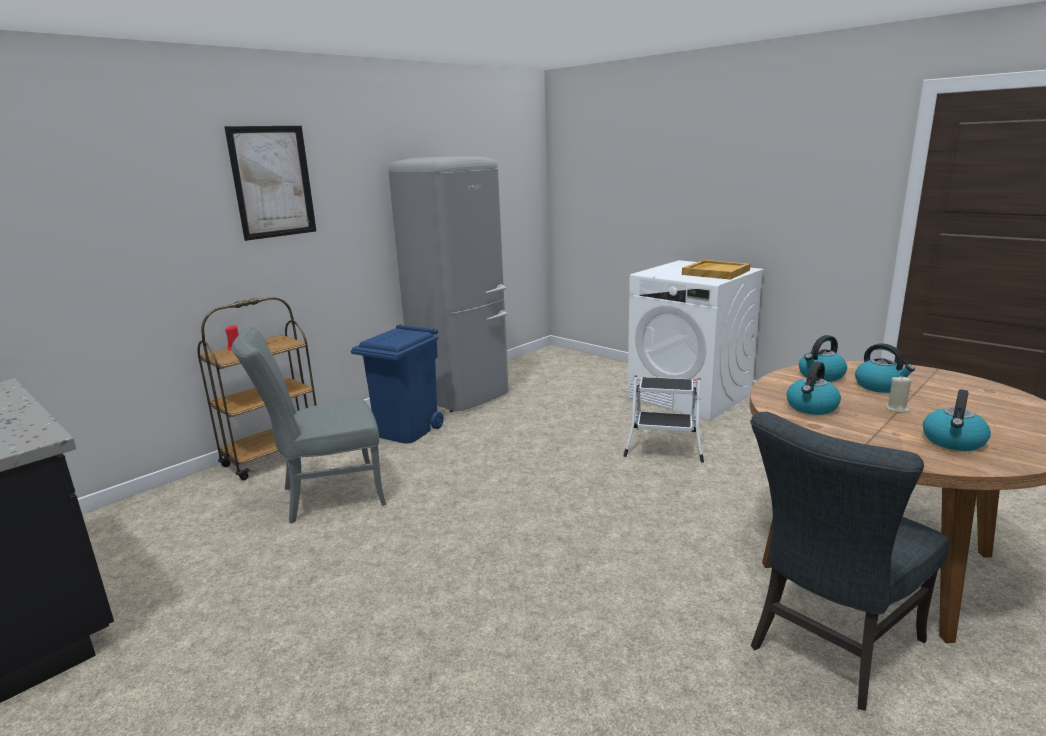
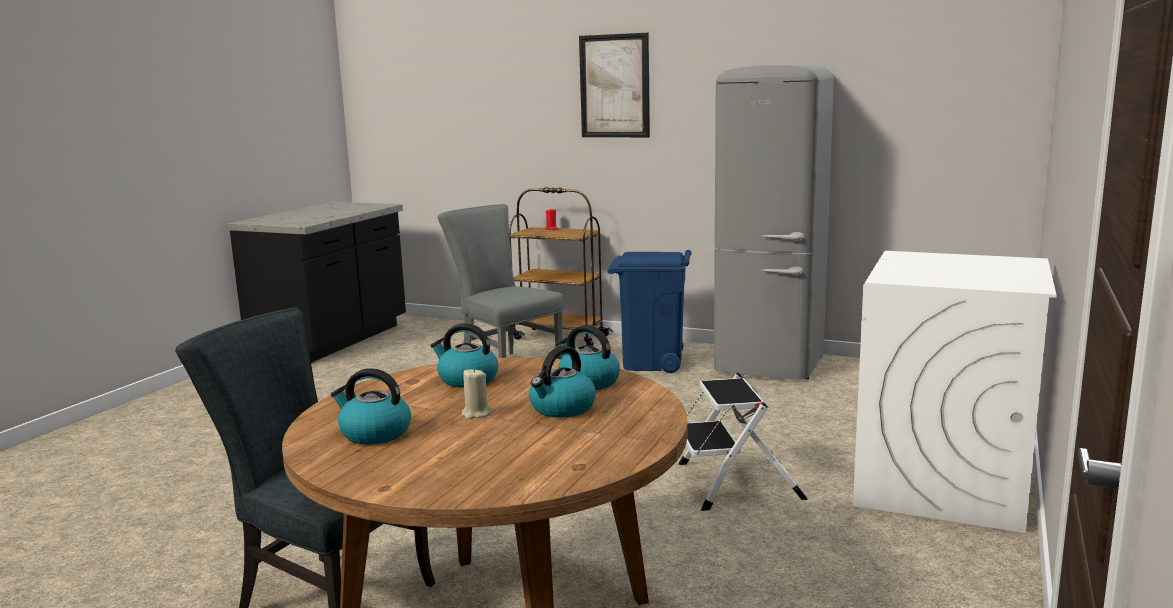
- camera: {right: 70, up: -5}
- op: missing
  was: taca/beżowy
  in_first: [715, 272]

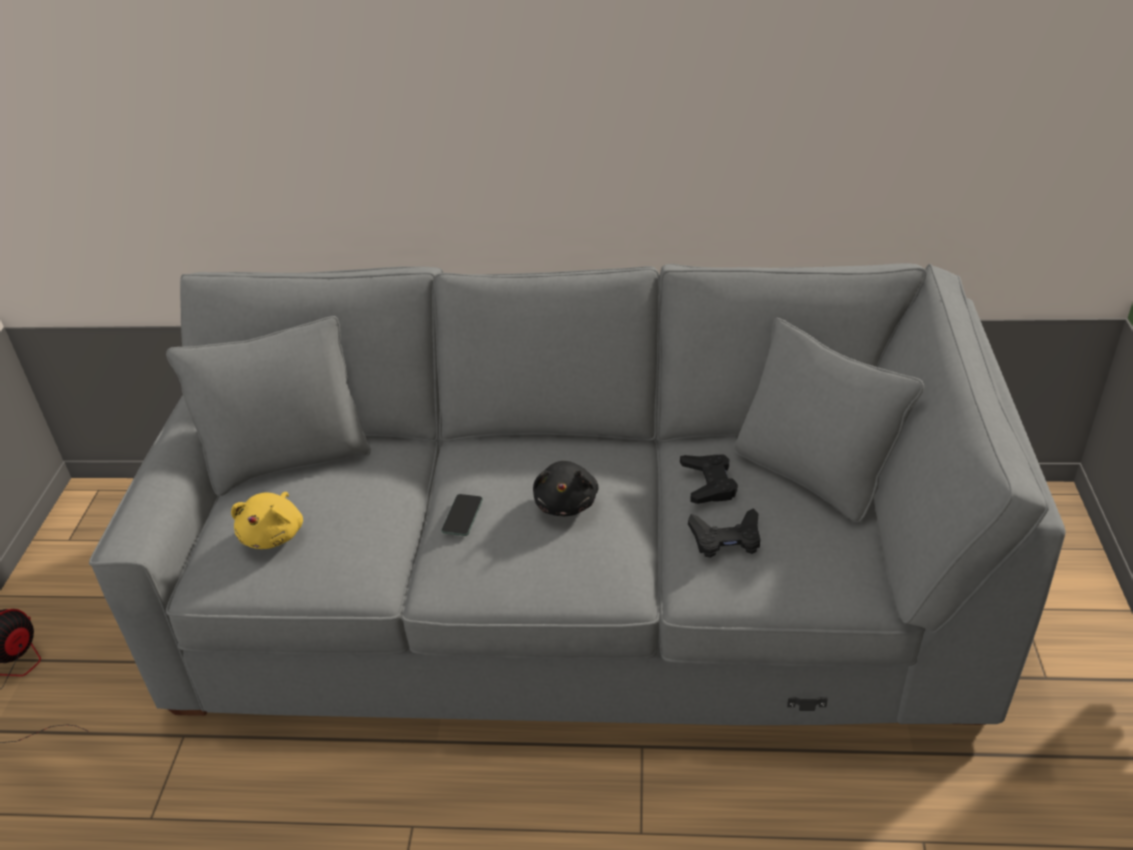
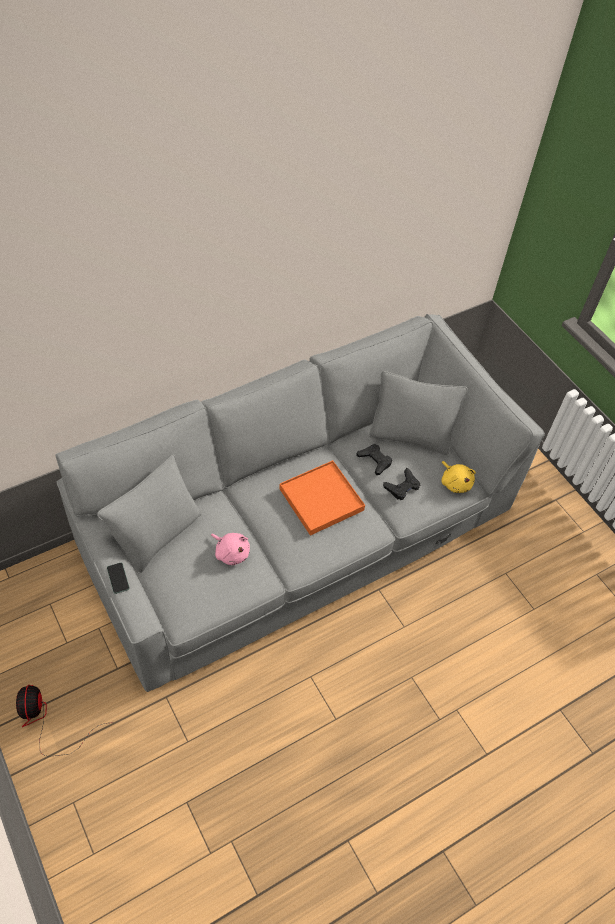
- camera: {right: -40, up: 15}
- op: relocated
  was: pluszak/żółty
  in_first: [274, 534]
  in_second: [455, 482]
- op: relocated
  was: telefon
  in_first: [462, 515]
  in_second: [118, 578]
- op: exchanged
  was: pluszak/czarny
  now: taca/pomarańczowy
  in_first: [566, 503]
  in_second: [321, 499]
- op: appeared
  now: pluszak/różowy
  in_second: [231, 552]

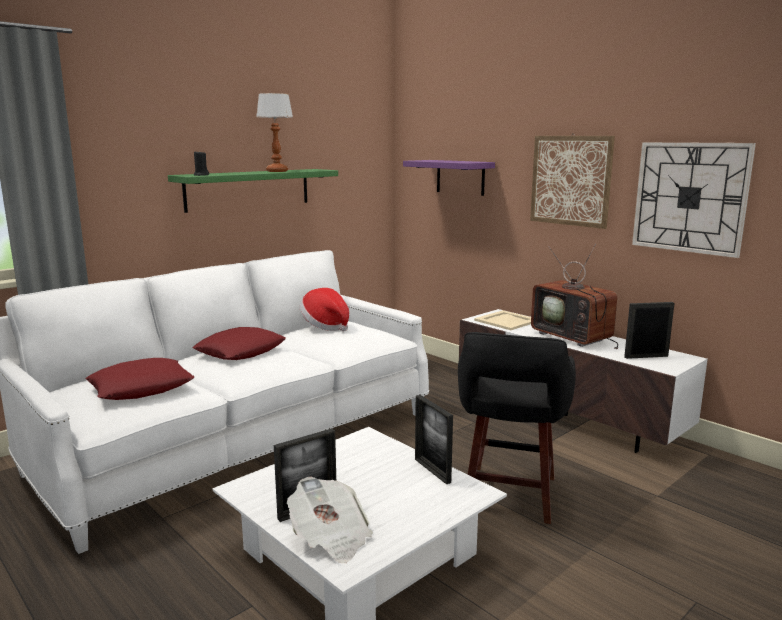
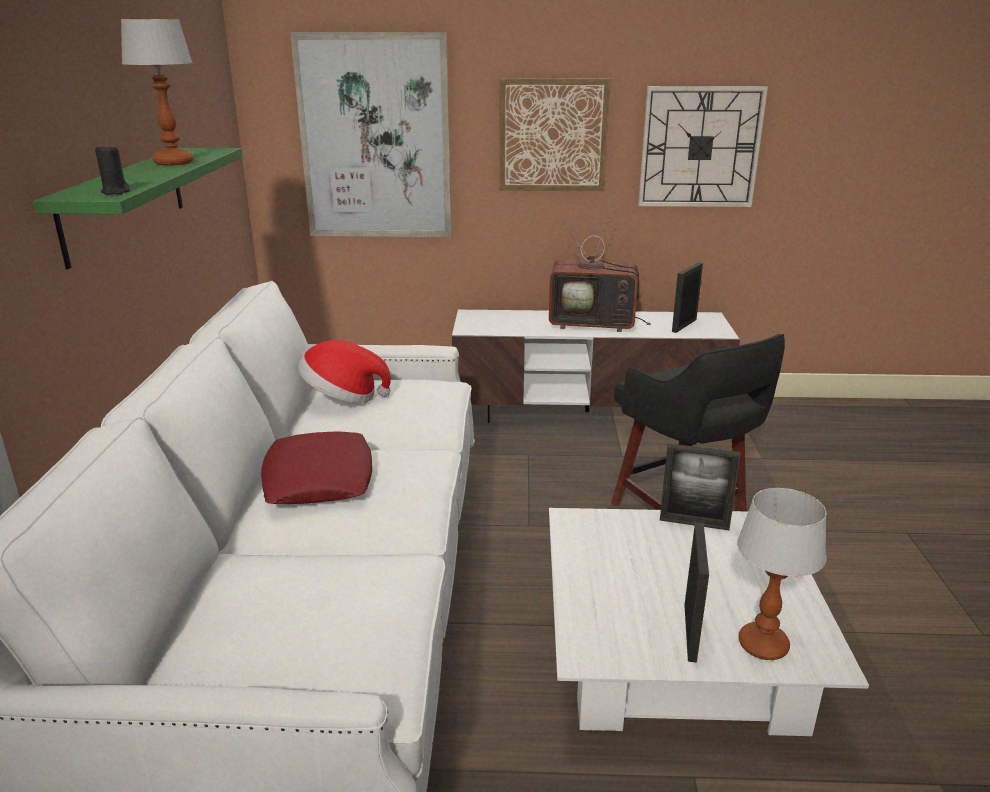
- camera: {right: -45, up: 10}
- op: missing
  was: poduszka/czerwony
  in_first: [141, 387]
- op: exchanged
  was: gazeta
  now: lampa stołowa
  in_first: [330, 538]
  in_second: [763, 645]
- op: exchanged
  was: półka/fioletowy
  now: obraz
  in_first: [460, 177]
  in_second: [375, 139]
- op: missing
  was: taca/beżowy
  in_first: [506, 321]

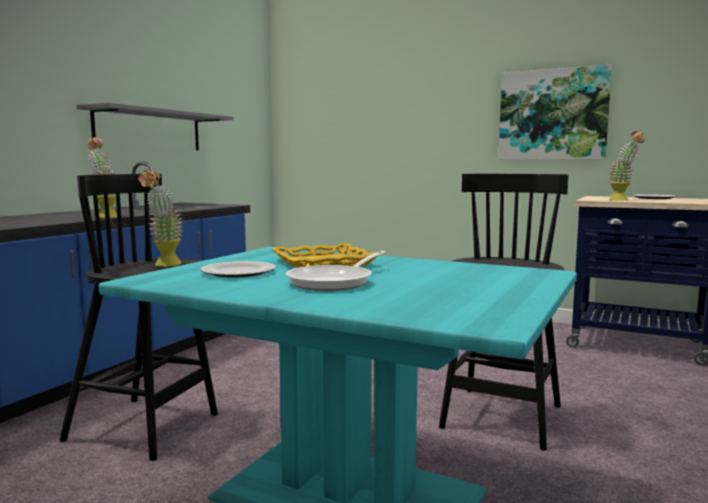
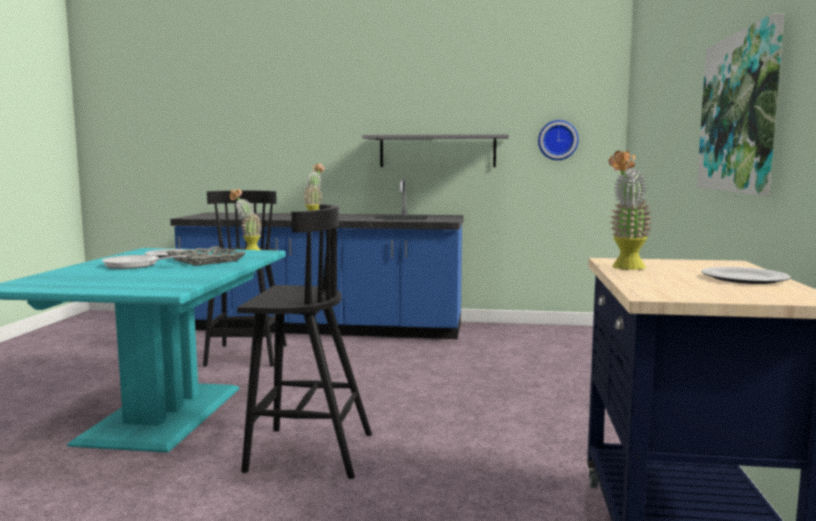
- camera: {right: 70, up: 0}
- op: colour
  was: taca/żółty
  now: taca/szary
  in_first: [323, 263]
  in_second: [205, 260]
- op: appeared
  now: zegar ścienny
  in_second: [557, 140]

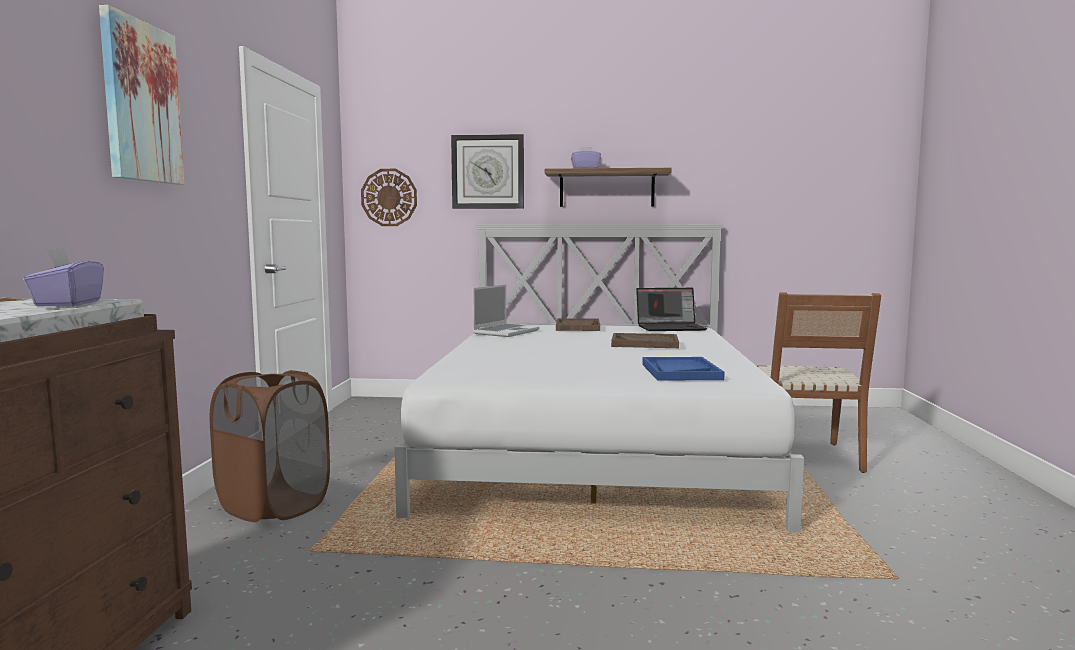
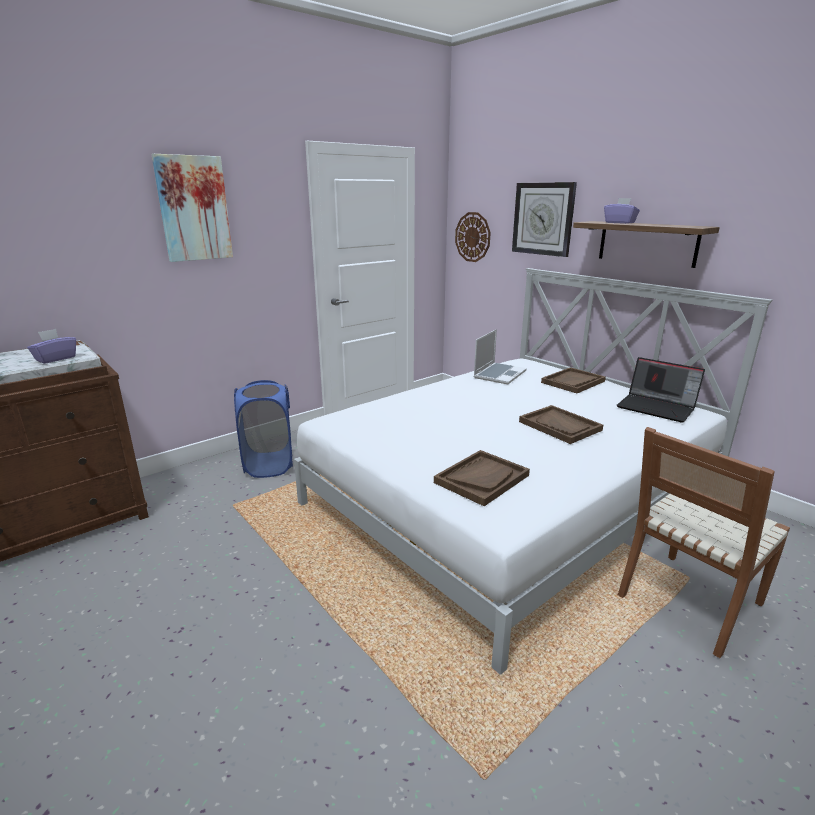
- camera: {right: 45, up: 15}
- op: colour
  was: kosz na pranie/brązowy
  now: kosz na pranie/niebieski
  in_first: [274, 506]
  in_second: [269, 465]
- op: spun
  was: laptop
  in_first: [506, 332]
  in_second: [499, 374]
  clockwise: -45
- op: colour
  was: taca/niebieski
  now: taca/brązowy
  in_first: [680, 371]
  in_second: [481, 479]

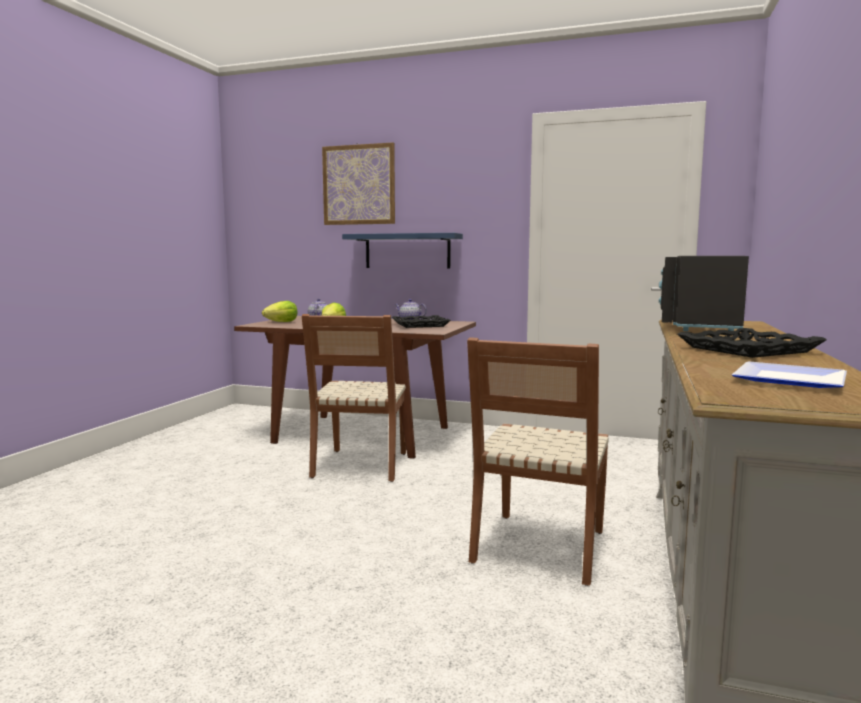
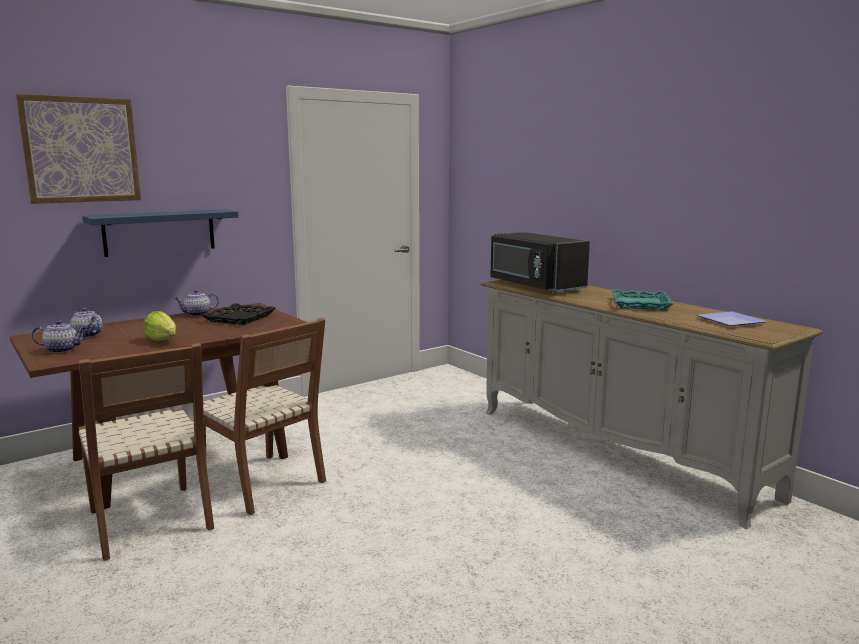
- camera: {right: -55, up: 5}
- op: exchanged
  was: sałata
  now: imbryk
  in_first: [281, 322]
  in_second: [62, 350]
- op: relocated
  was: krzesło
  in_first: [538, 550]
  in_second: [150, 524]
- op: colour
  was: taca/czarny
  now: taca/turkusowy
  in_first: [747, 349]
  in_second: [639, 304]

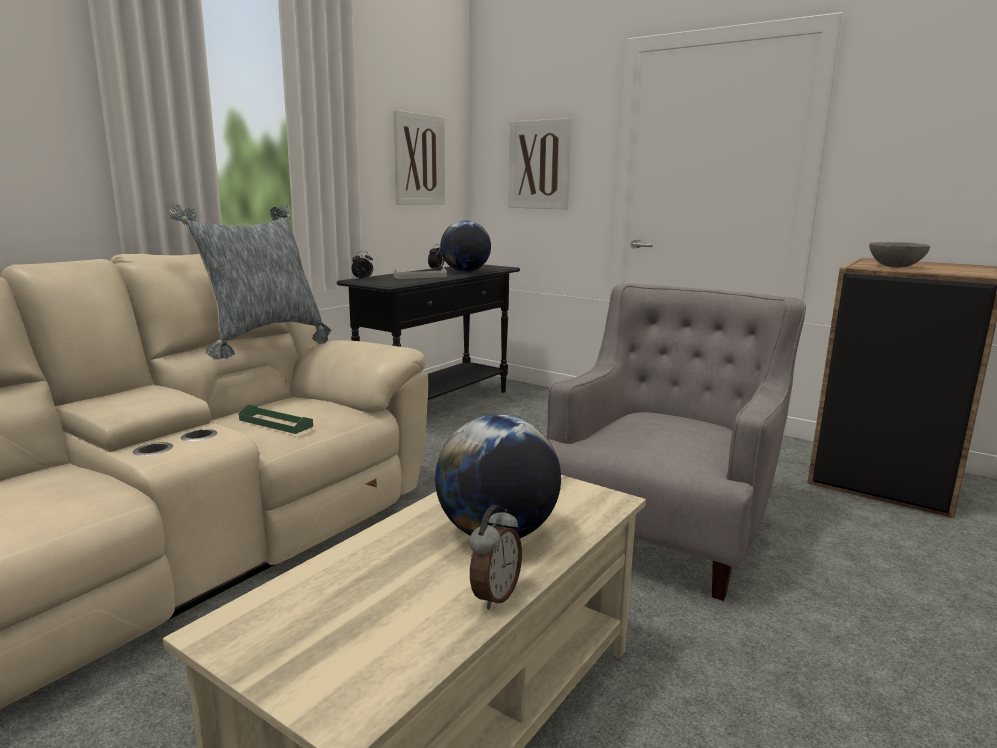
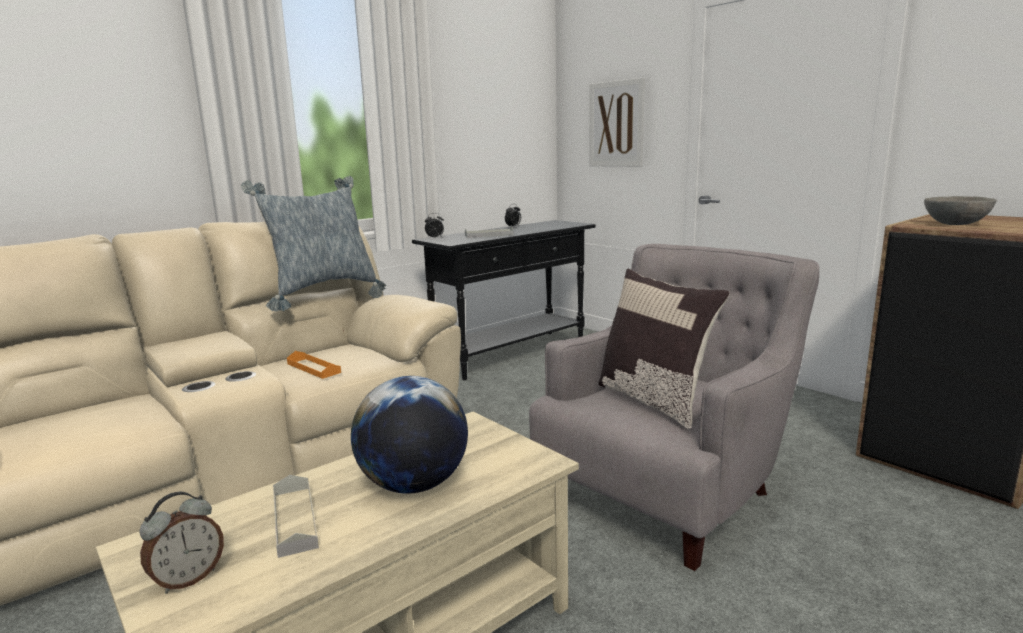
- camera: {right: 15, up: 0}
- op: colour
  was: taca/zielony
  now: taca/pomarańczowy
  in_first: [275, 423]
  in_second: [313, 368]
- op: missing
  was: obraz
  in_first: [419, 159]
- op: missing
  was: globus
  in_first: [465, 271]
- op: relocated
  was: budzik
  in_first: [494, 595]
  in_second: [188, 579]
- op: appeared
  now: taca/szary
  in_second: [295, 519]
- op: appeared
  now: poduszka
  in_second: [654, 401]

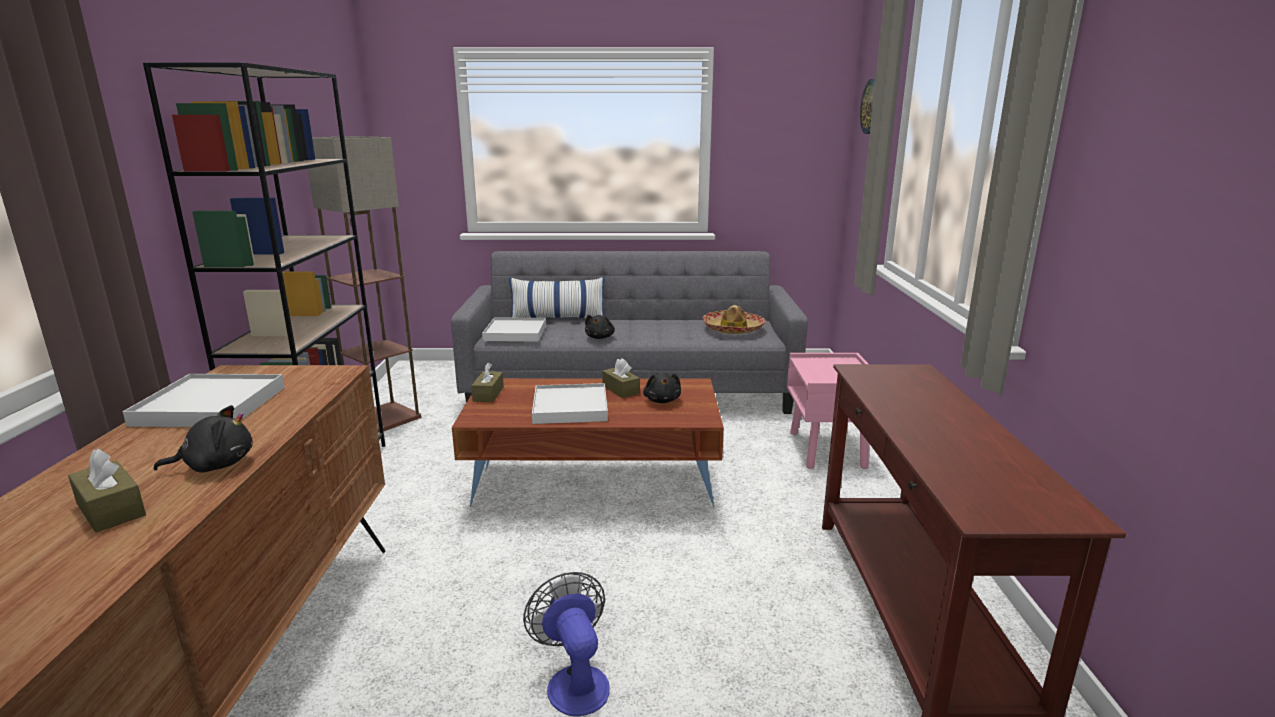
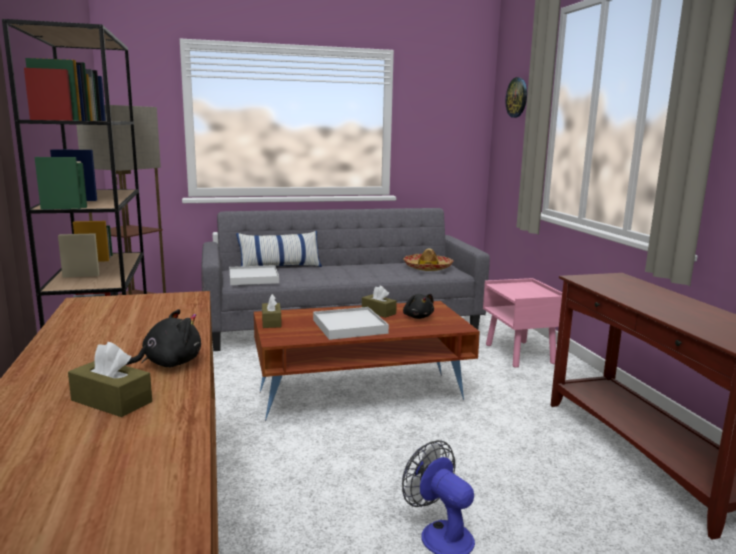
- camera: {right: -15, up: -5}
- op: missing
  was: taca/biały
  in_first: [210, 406]
- op: missing
  was: pluszak/czarny
  in_first: [600, 337]

